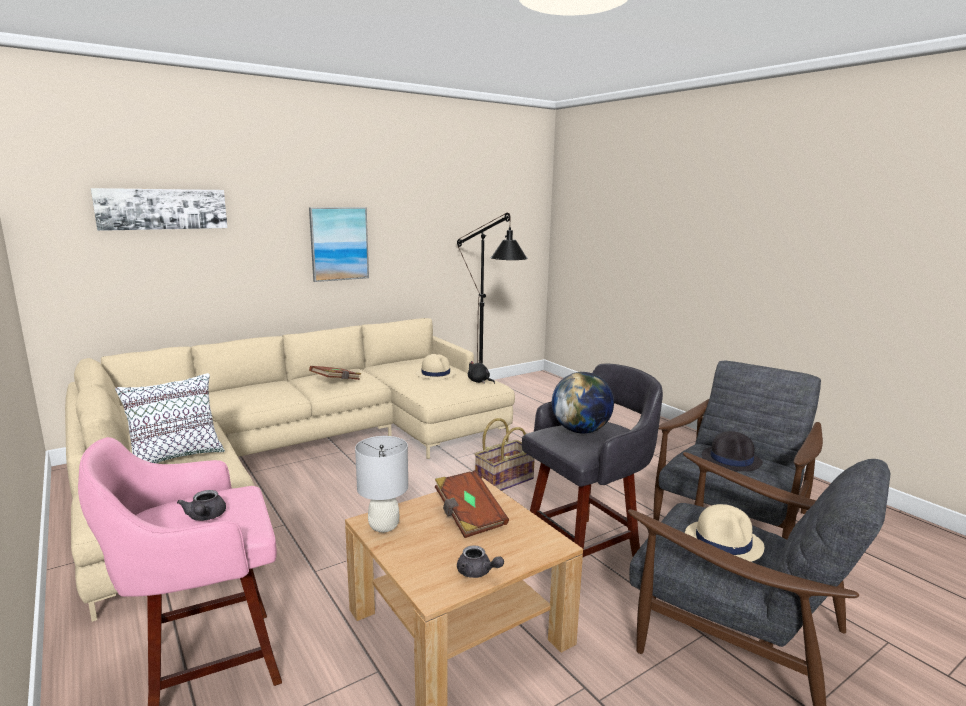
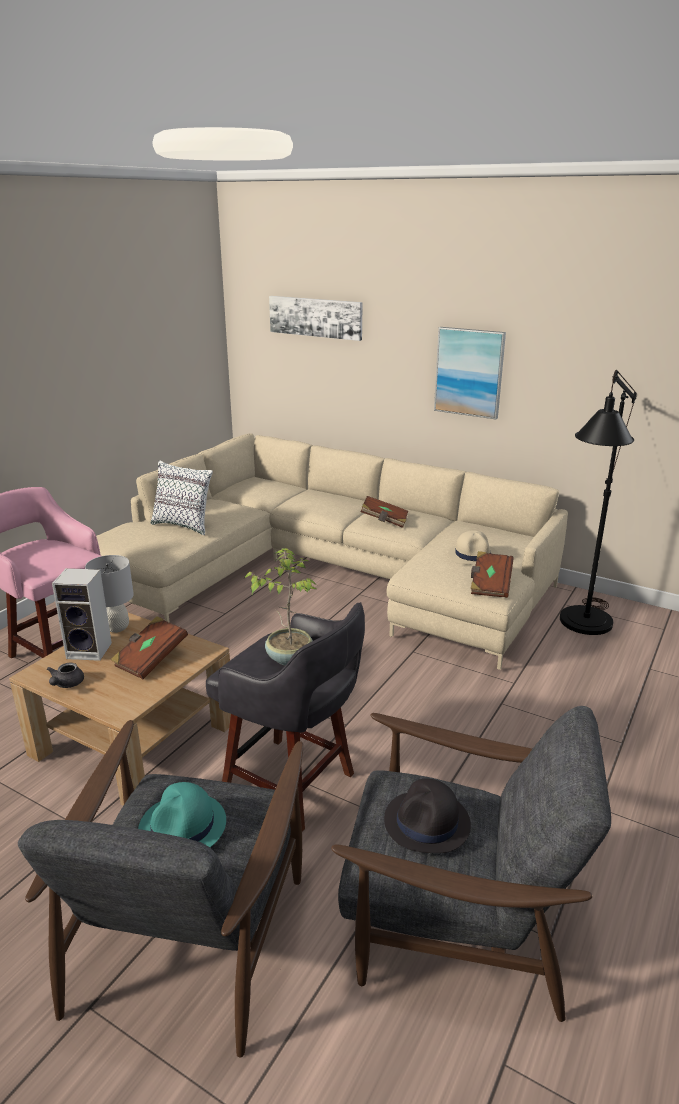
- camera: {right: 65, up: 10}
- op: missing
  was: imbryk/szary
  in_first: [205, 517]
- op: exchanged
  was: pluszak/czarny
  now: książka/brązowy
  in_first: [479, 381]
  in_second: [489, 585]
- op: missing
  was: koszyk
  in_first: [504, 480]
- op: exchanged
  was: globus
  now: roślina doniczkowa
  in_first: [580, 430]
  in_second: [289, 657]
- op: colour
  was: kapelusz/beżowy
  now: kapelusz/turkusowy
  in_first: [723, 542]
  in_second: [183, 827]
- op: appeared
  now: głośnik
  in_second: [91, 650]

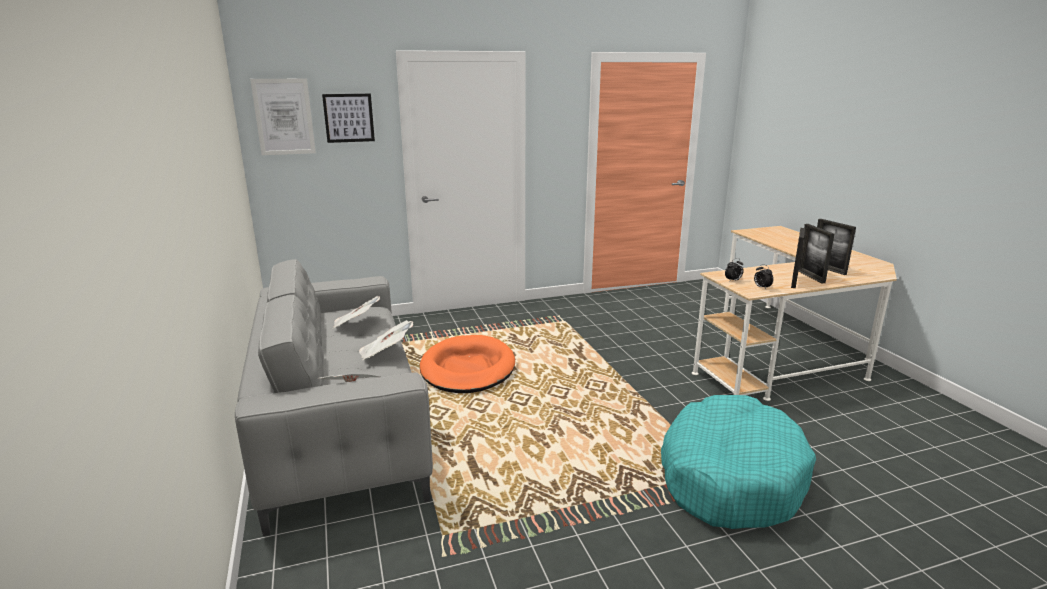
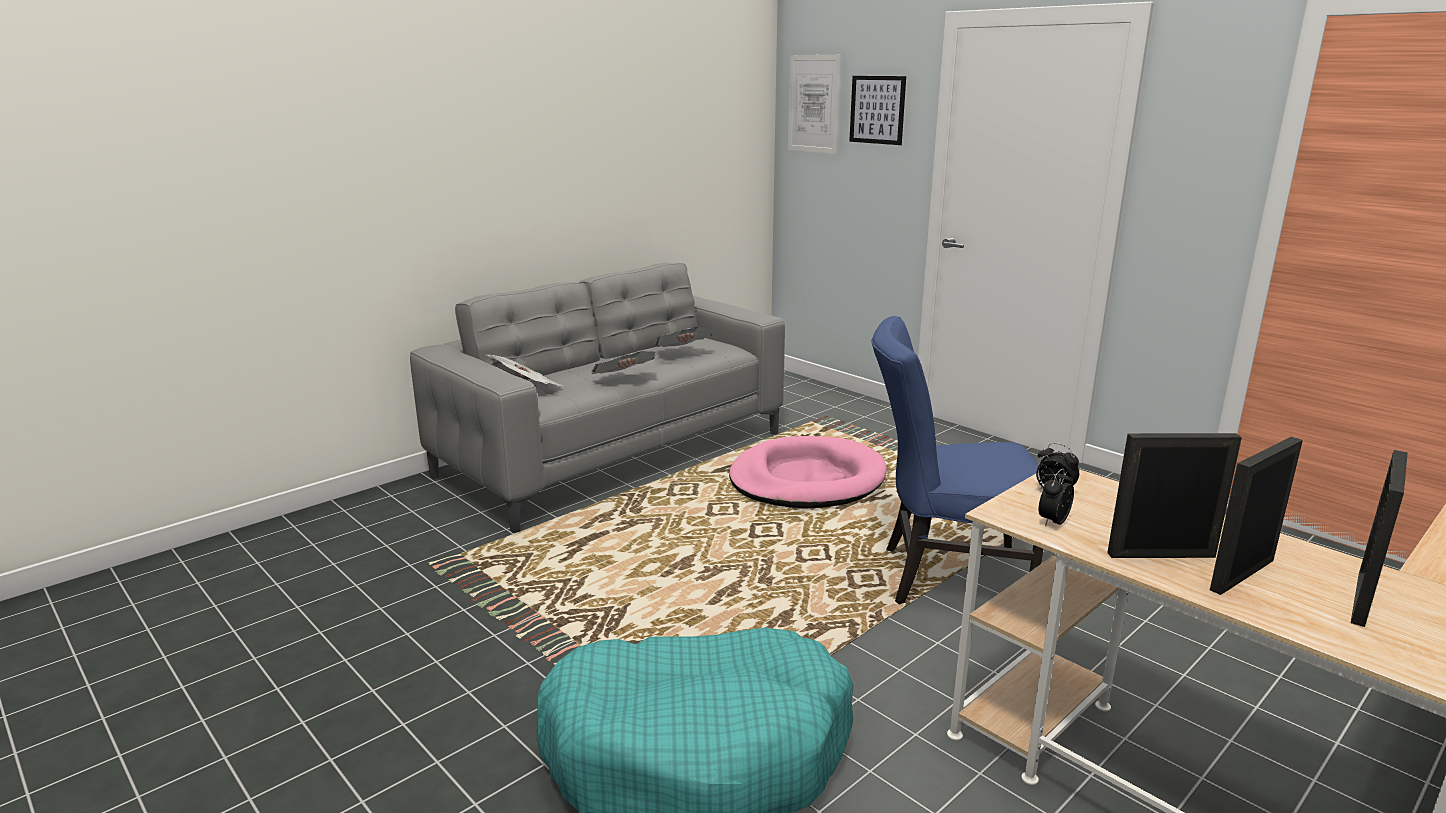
- camera: {right: 65, up: 0}
- op: colour
  was: legowisko/pomarańczowy
  now: legowisko/różowy
  in_first: [467, 369]
  in_second: [807, 480]
- op: appeared
  now: krzesło/niebieski
  in_second: [945, 578]

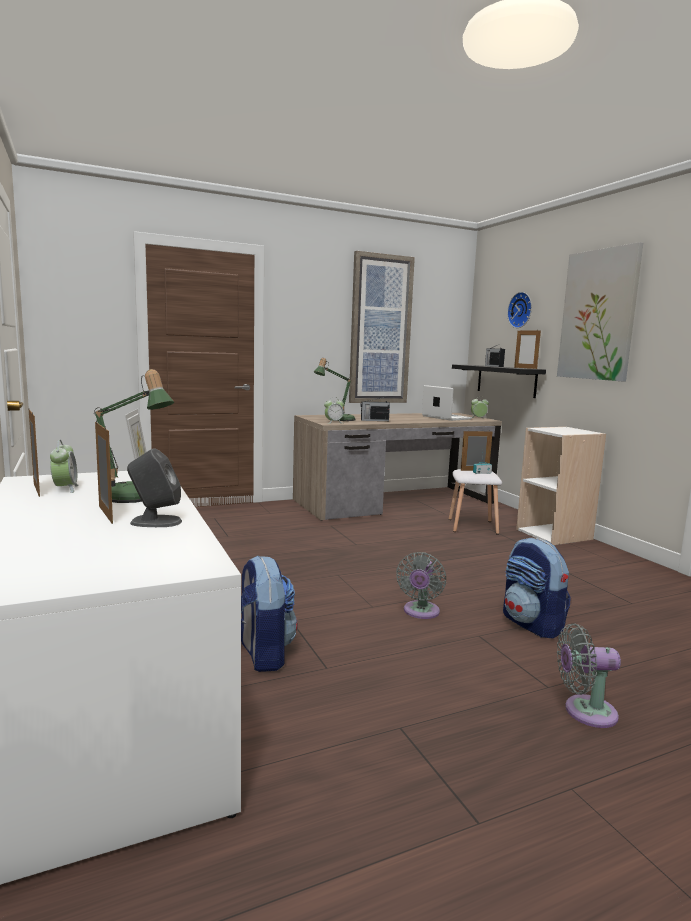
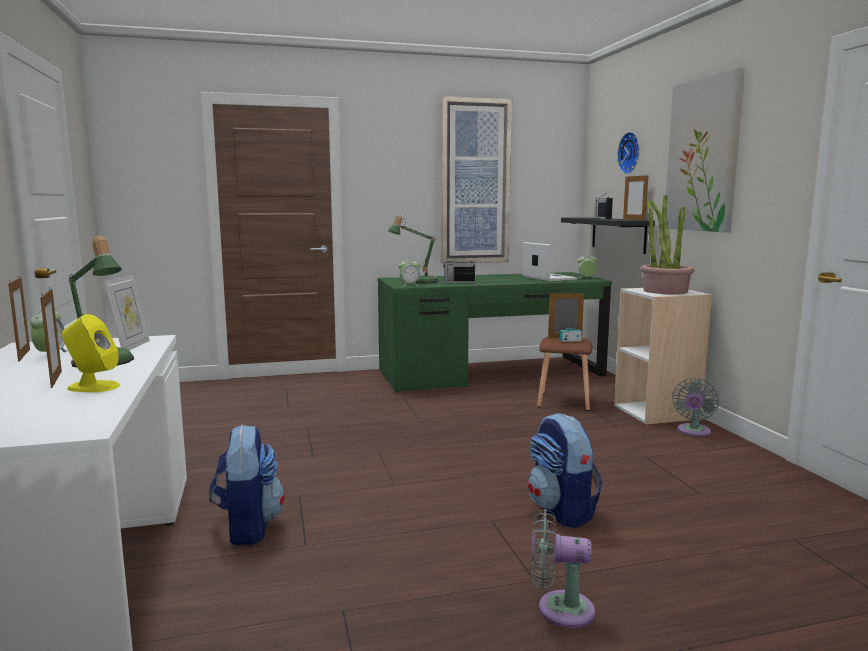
- camera: {right: 10, up: 0}
- op: colour
  was: głośnik/szary
  now: głośnik/żółty
  in_first: [155, 522]
  in_second: [93, 387]
- op: colour
  was: biurko/brązowy
  now: biurko/zielony
  in_first: [394, 502]
  in_second: [490, 373]
- op: relocated
  was: wentylator/szary
  in_first: [420, 612]
  in_second: [693, 432]
- op: colour
  was: stołek/biały
  now: stołek/brązowy
  in_first: [471, 526]
  in_second: [562, 401]
- op: appeared
  now: roślina doniczkowa
  in_second: [665, 291]

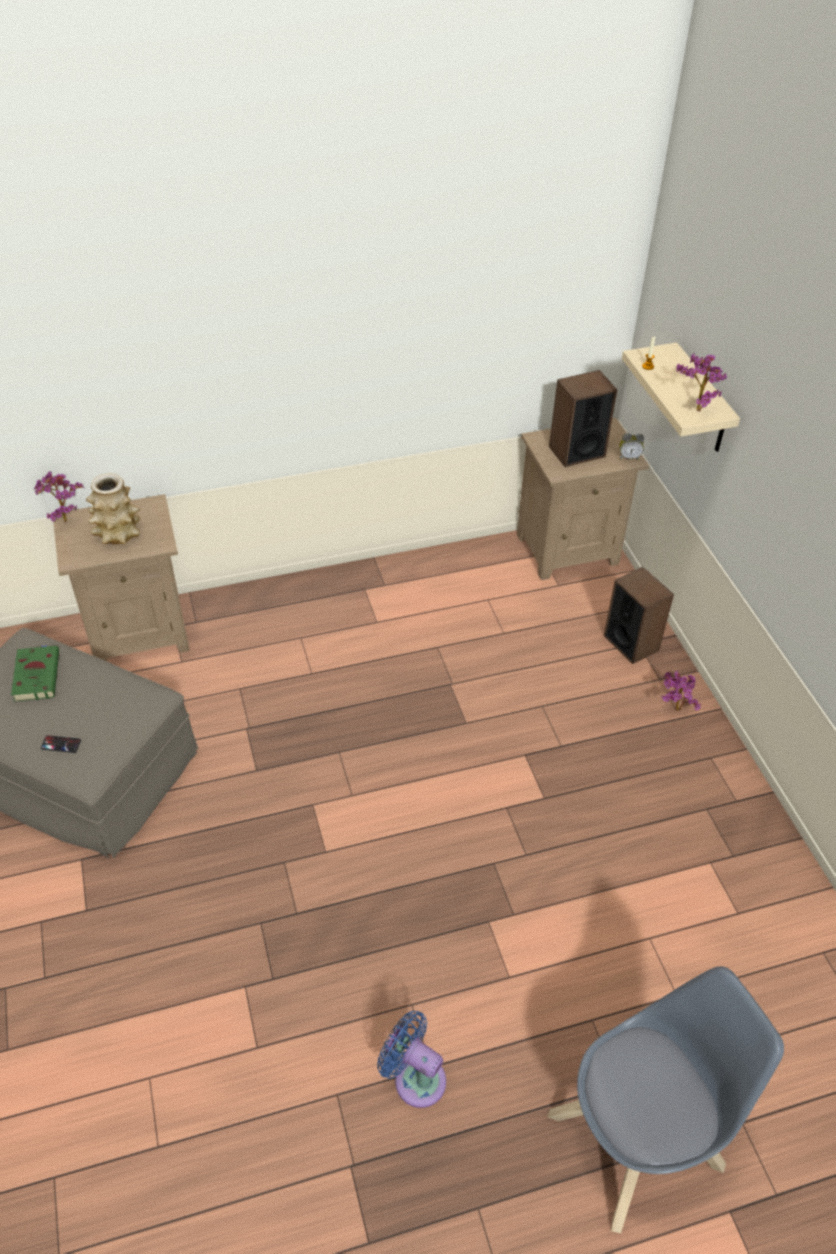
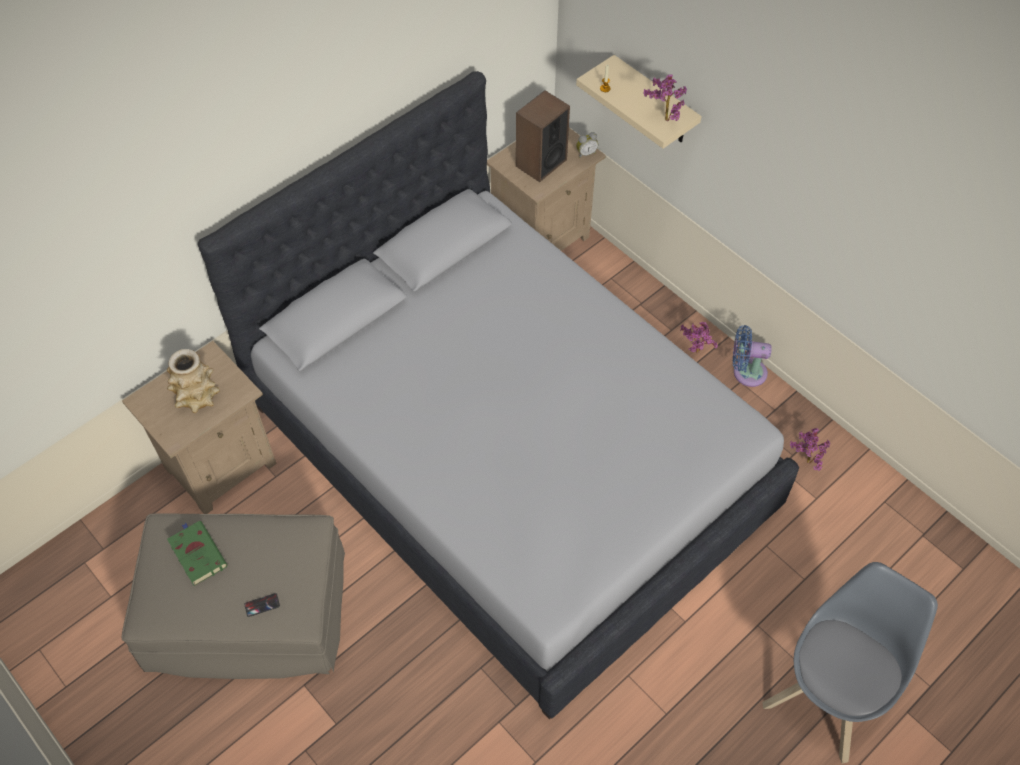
- camera: {right: -25, up: 10}
- op: relocated
  was: roślina doniczkowa
  in_first: [63, 519]
  in_second: [805, 461]
- op: relocated
  was: wentylator/niebieski
  in_first: [415, 1077]
  in_second: [746, 372]
- op: missing
  was: głośnik
  in_first: [631, 642]
- op: appeared
  now: łóżko/szary
  in_second: [509, 456]

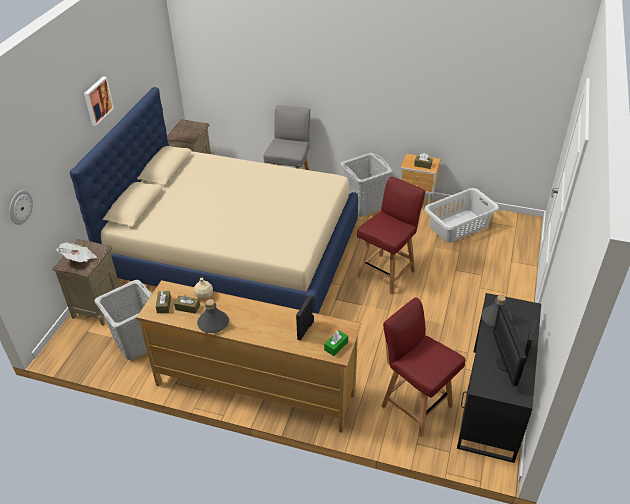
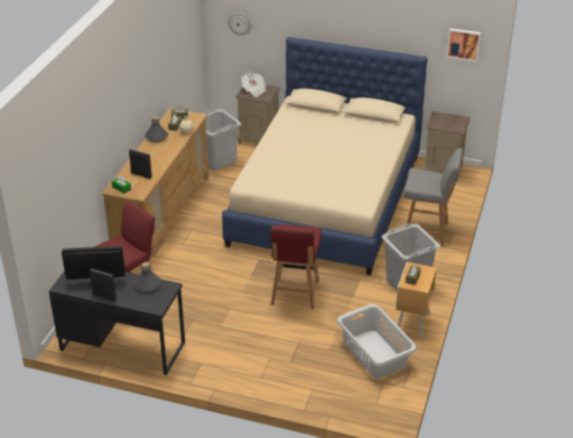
- camera: {right: 90, up: -5}
- op: relocated
  was: obraz
  in_first: [97, 100]
  in_second: [463, 44]
- op: spun
  was: krzesło/czerwony
  in_first: [387, 273]
  in_second: [295, 294]
  clockwise: 60

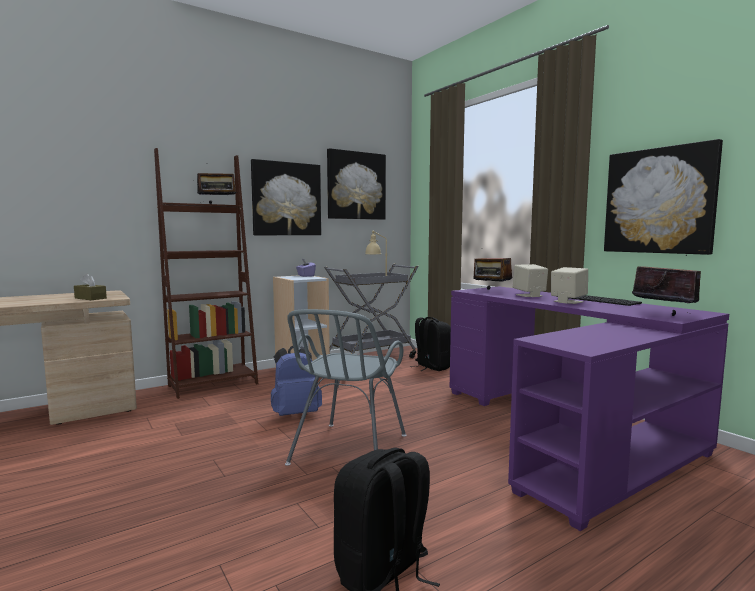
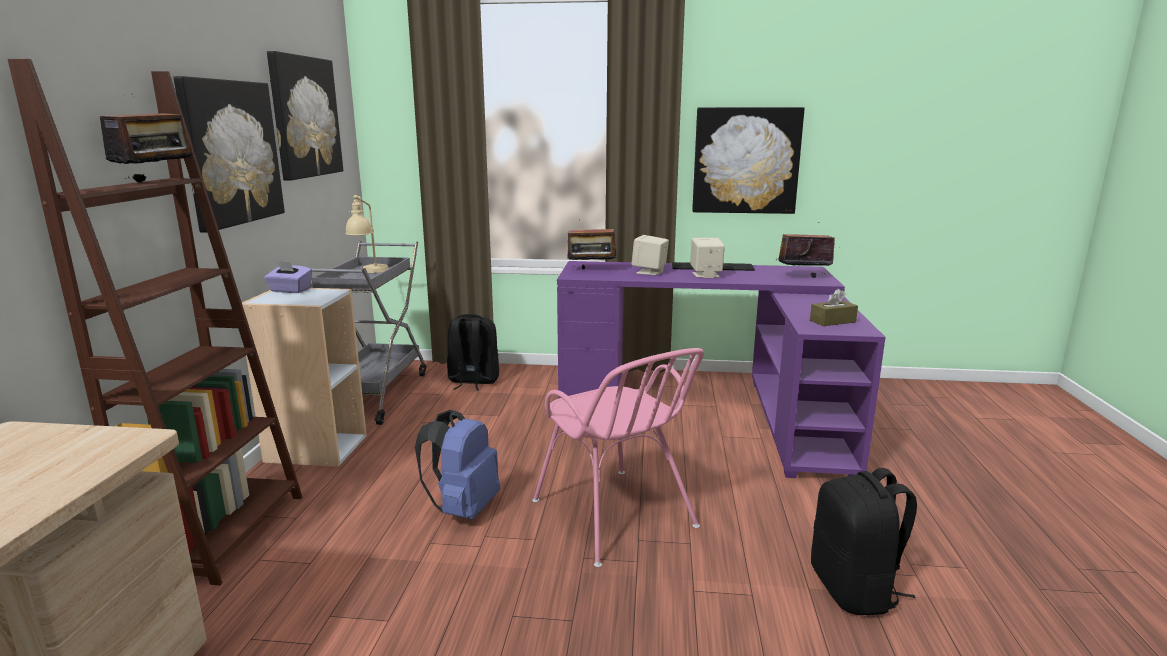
- camera: {right: -50, up: 10}
- op: relocated
  was: pudełko chusteczek/brązowy
  in_first: [90, 298]
  in_second: [832, 321]
- op: colour
  was: krzesło/szary
  now: krzesło/różowy
  in_first: [348, 451]
  in_second: [616, 516]

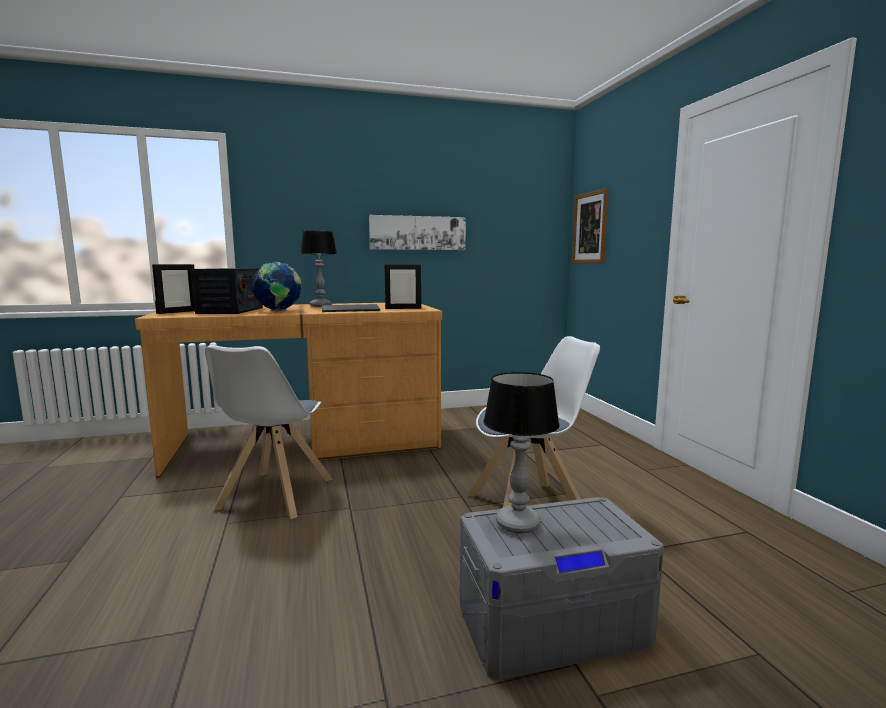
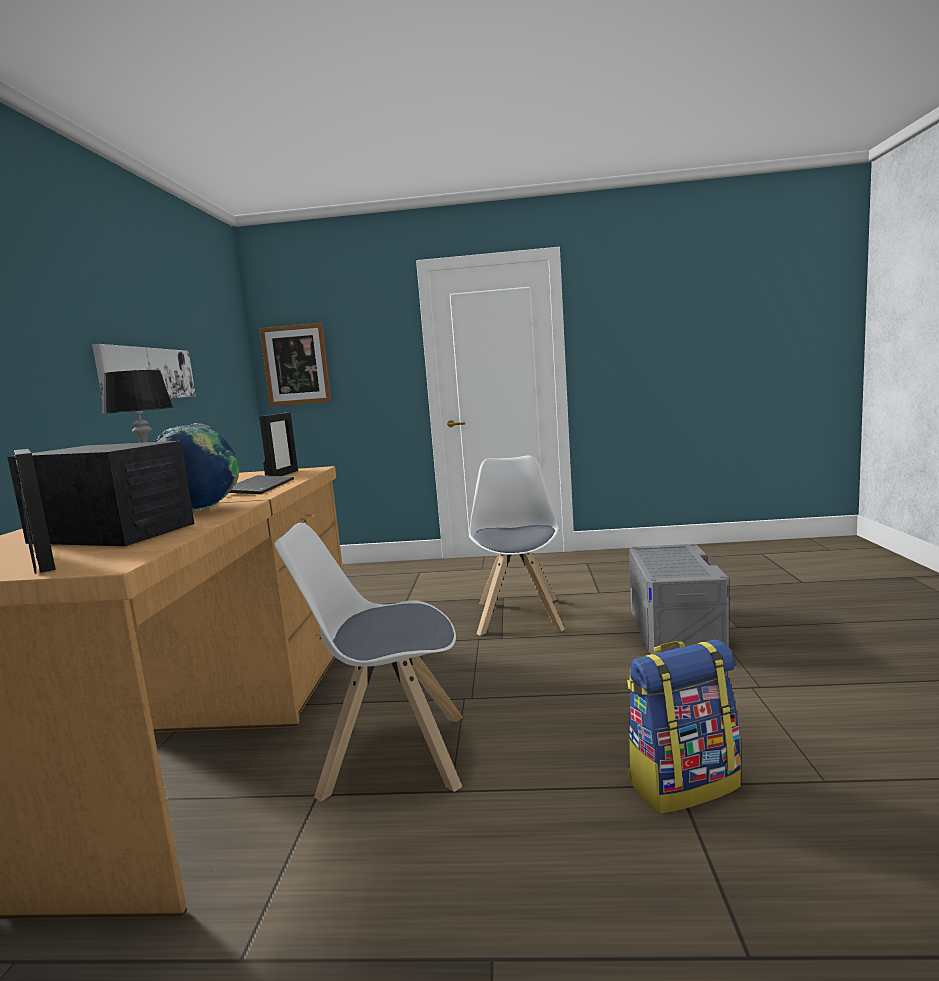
- camera: {right: -70, up: 0}
- op: spun
  was: krzesło
  in_first: [274, 495]
  in_second: [389, 755]
  clockwise: 150
- op: missing
  was: lampa stołowa
  in_first: [517, 523]
- op: appeared
  now: plecak
  in_second: [682, 783]

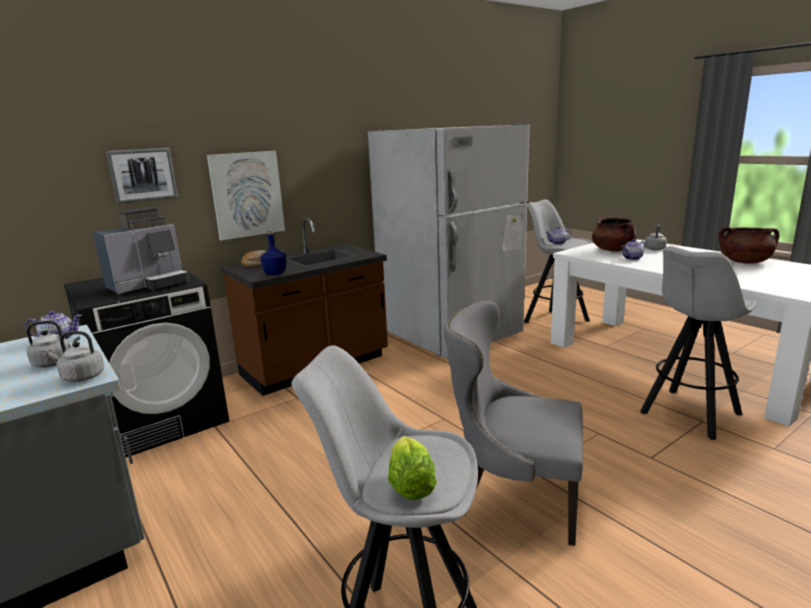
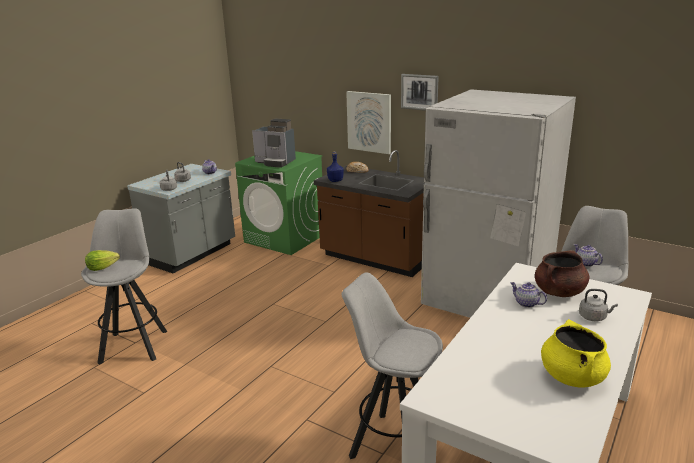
- camera: {right: 70, up: 5}
- op: colour
  was: pralka/czarny
  now: pralka/zielony
  in_first: [163, 419]
  in_second: [285, 238]
- op: relocated
  was: obraz
  in_first: [143, 175]
  in_second: [419, 92]
- op: missing
  was: krzesło/szary
  in_first: [514, 498]
- op: colour
  was: garnek/brązowy
  now: garnek/żółty
  in_first: [744, 262]
  in_second: [571, 376]

